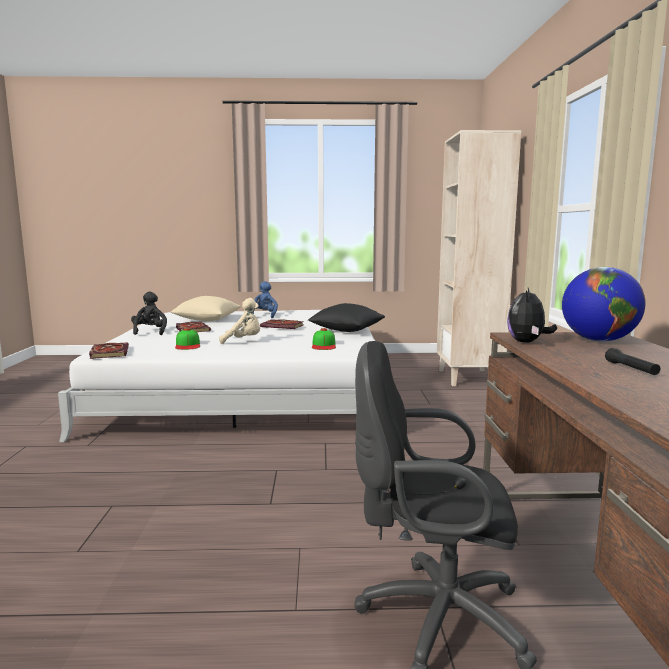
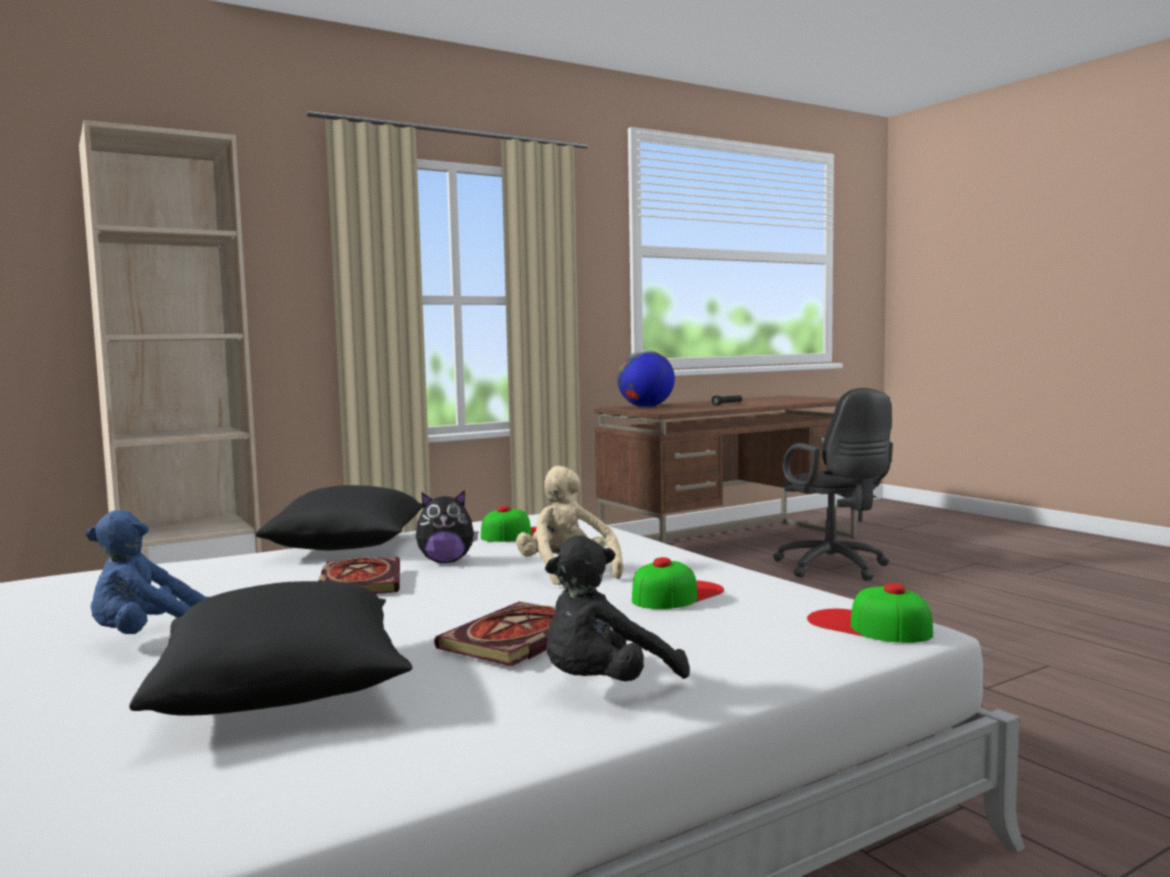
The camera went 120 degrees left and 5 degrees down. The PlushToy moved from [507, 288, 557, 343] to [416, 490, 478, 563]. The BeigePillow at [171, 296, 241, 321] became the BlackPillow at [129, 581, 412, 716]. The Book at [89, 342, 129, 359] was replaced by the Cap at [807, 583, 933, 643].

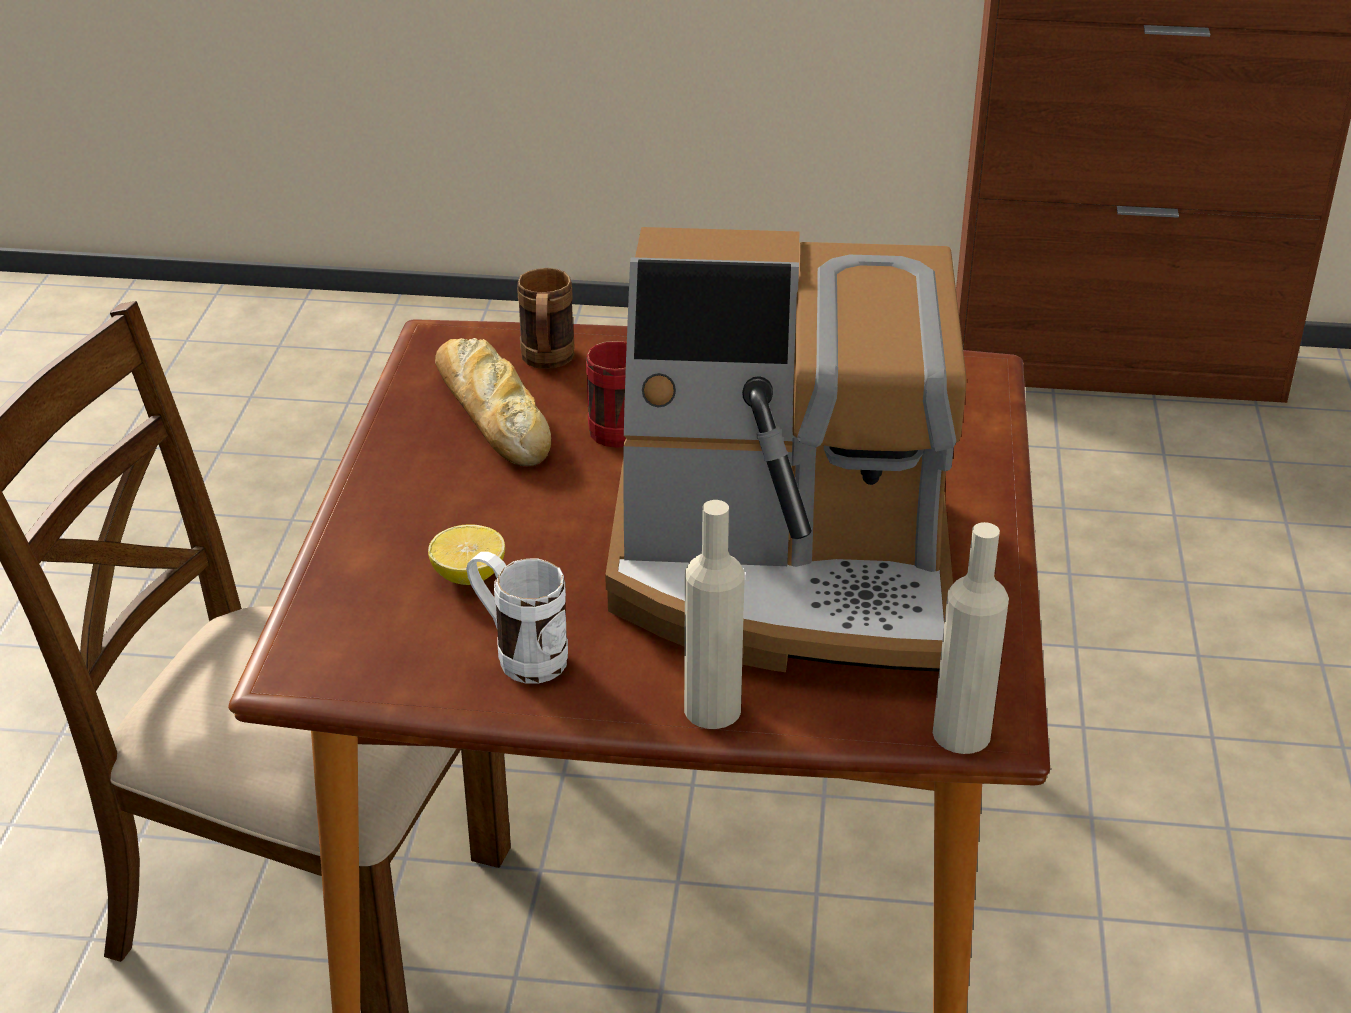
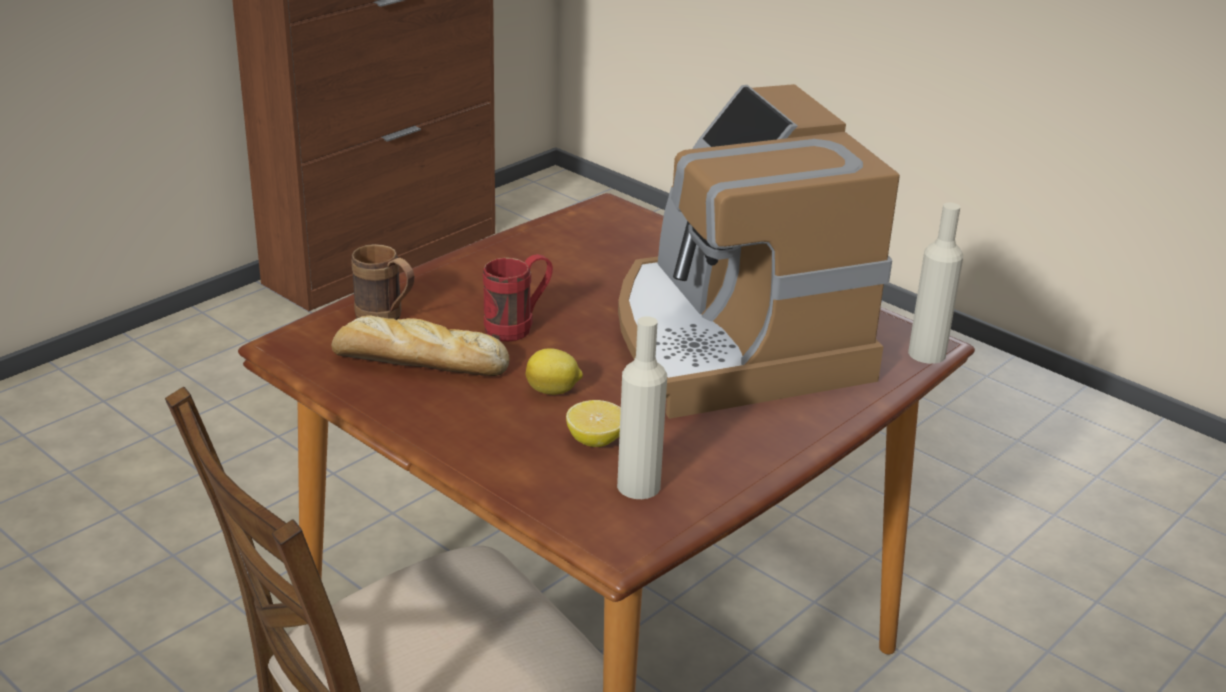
The camera went 55 degrees left and 5 degrees down. The CoffeeMachine at [605, 227, 966, 672] turned 120 degrees clockwise. The BeigeBottle moved from [684, 500, 745, 729] to [617, 316, 667, 499]. The WhiteMug at [466, 552, 568, 684] disappeared. The Lemon at [525, 348, 583, 395] appeared.

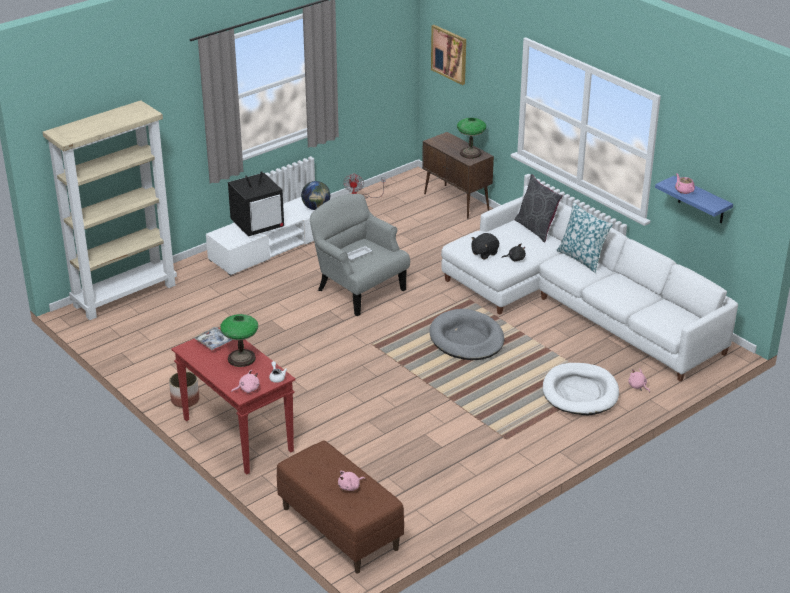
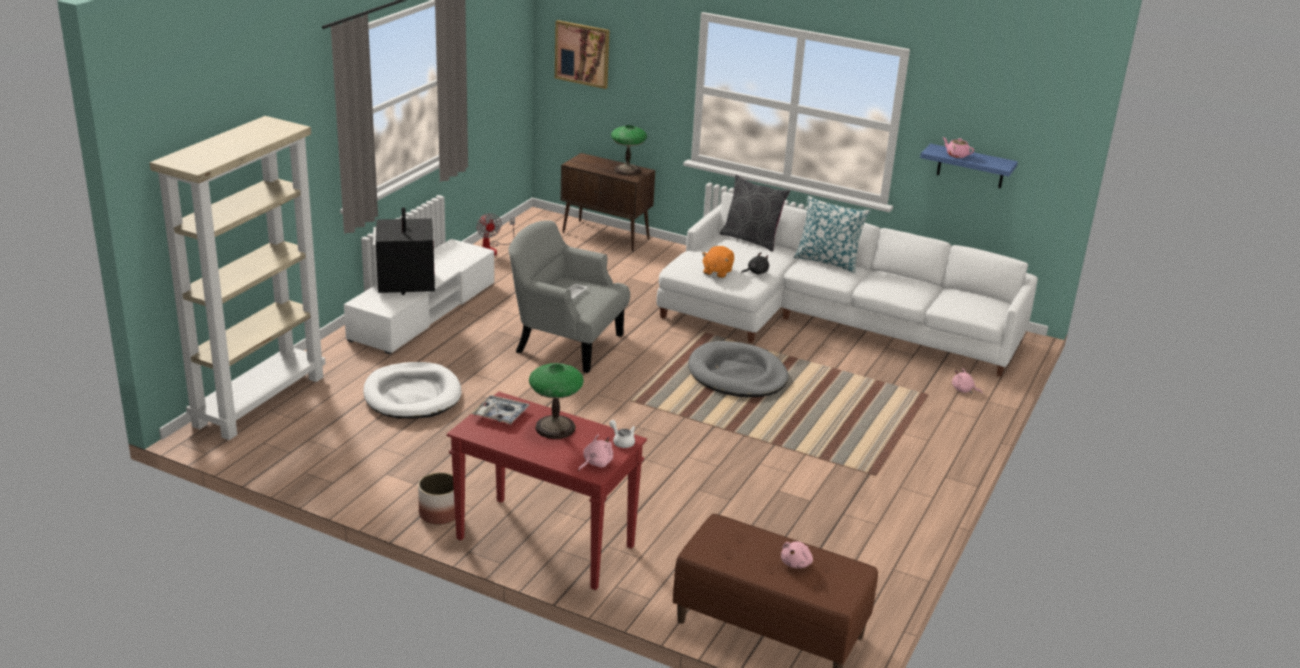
The camera went 25 degrees left and 5 degrees down. The Television at [228, 171, 284, 237] turned 135 degrees clockwise. The Globe at [301, 181, 330, 210] disappeared. The BlackPlushToy at [471, 233, 499, 259] became the OrangePlushToy at [702, 246, 734, 278]. The WhiteDogBed moved from [543, 363, 619, 415] to [363, 362, 461, 418].

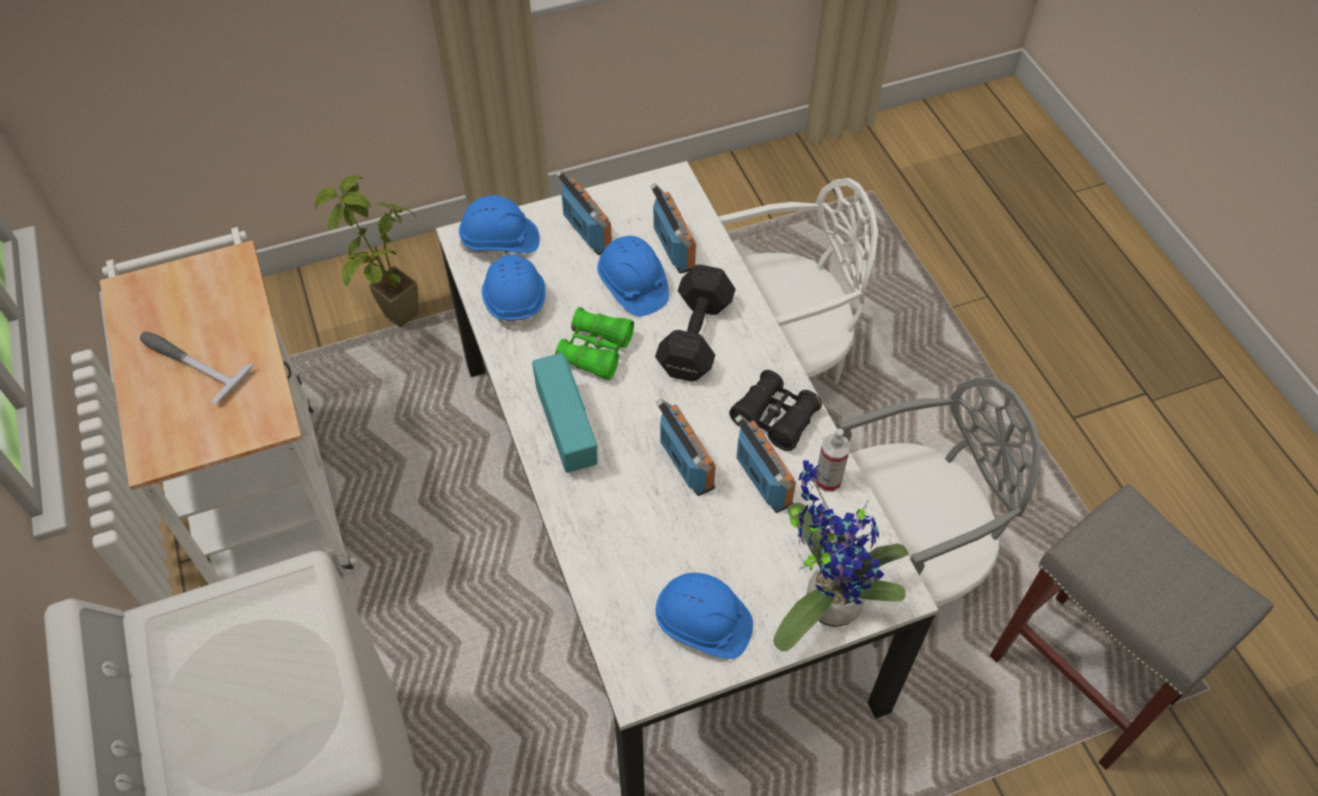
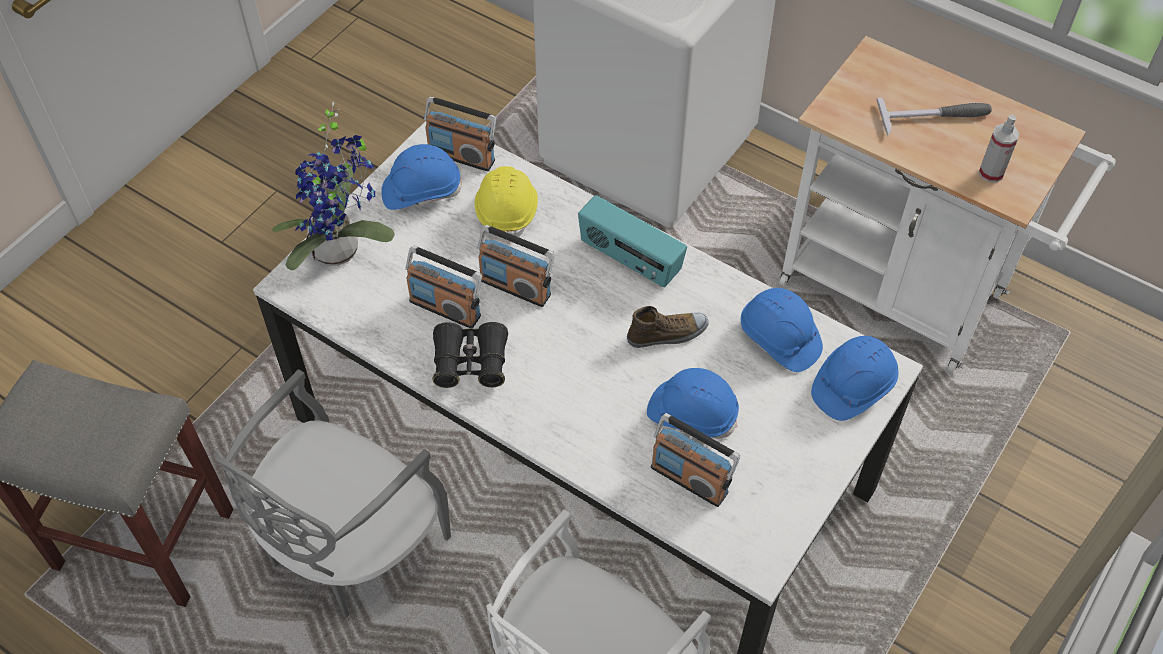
The camera went 145 degrees right and 0 degrees up. The Radio moved from [556, 170, 612, 255] to [424, 97, 496, 171]. The PottedPlant at [315, 175, 418, 327] disappeared. The BlackDumbbell at [655, 265, 736, 382] disappeared. The GreenBinoculars at [555, 307, 634, 380] was replaced by the Shoe at [627, 306, 709, 348]. The SprayBottle moved from [816, 429, 851, 492] to [979, 114, 1019, 183]. The YellowHardHat at [475, 166, 538, 244] appeared.

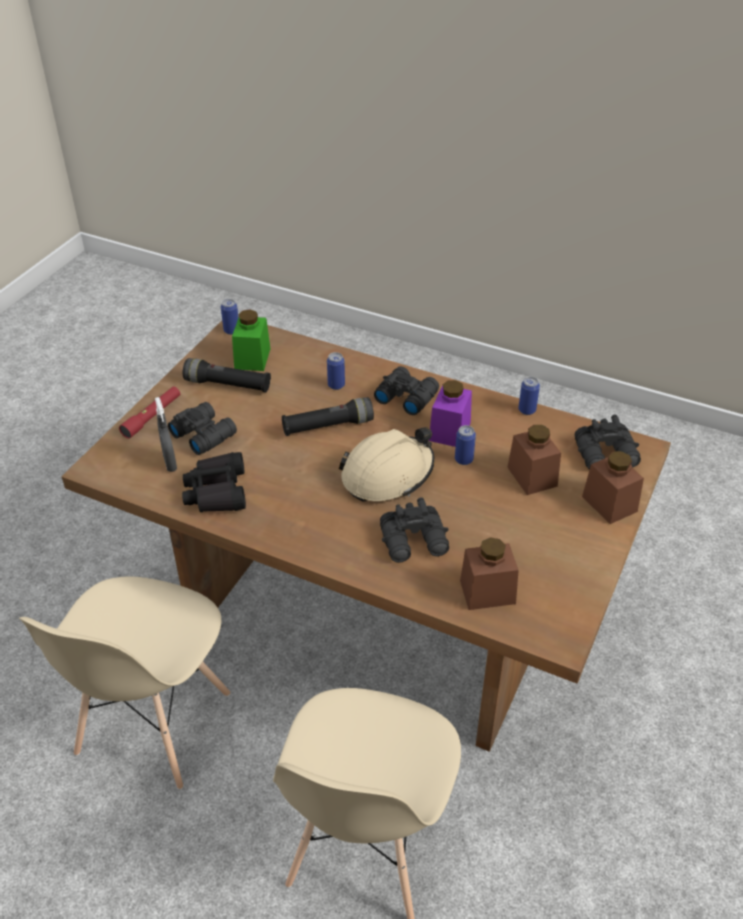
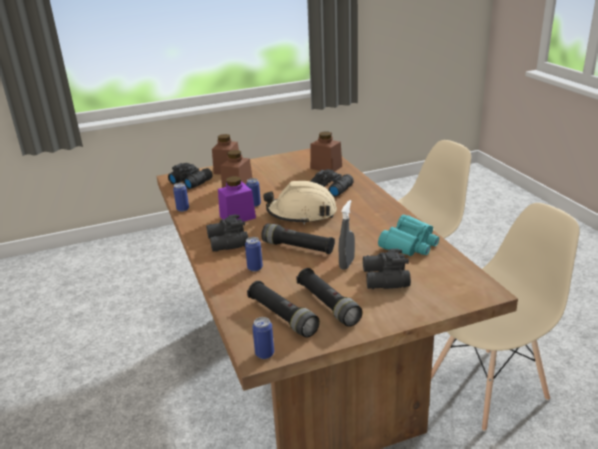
The camera went 135 degrees left and 15 degrees down. The GreenJar at [232, 310, 271, 371] was replaced by the BlackFlashlight at [247, 281, 320, 337]. The RedFlashlight at [119, 386, 180, 439] disappeared. The GreySprayBottle moved from [155, 397, 177, 472] to [339, 200, 355, 270]. The BlackBinoculars at [182, 452, 246, 512] became the TurquoiseBinoculars at [378, 215, 439, 256].

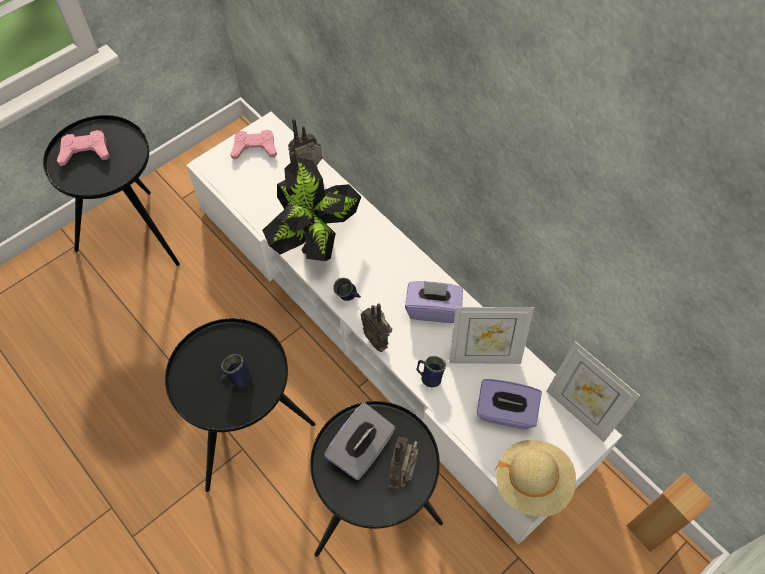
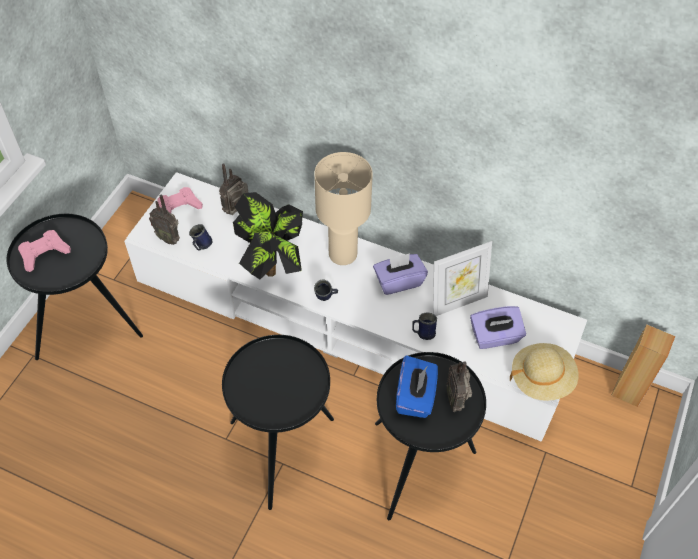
The camera went 25 degrees left and 5 degrees down. The Radio moved from [361, 303, 392, 352] to [149, 194, 180, 245]. The PictureFrame at [546, 341, 640, 442] disappeared. The BlueMug moved from [220, 354, 252, 389] to [189, 224, 213, 250]. The GreyTissueBox at [324, 403, 396, 480] became the BlueTissueBox at [396, 355, 438, 418]. The BeigeTableLamp at [314, 152, 373, 265] appeared.

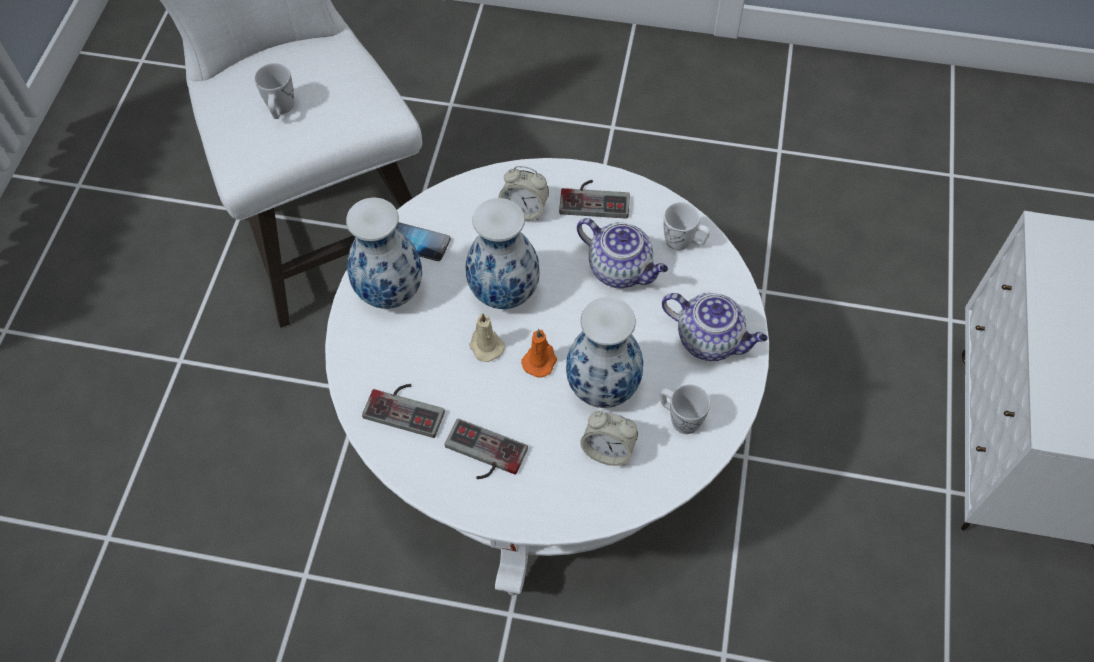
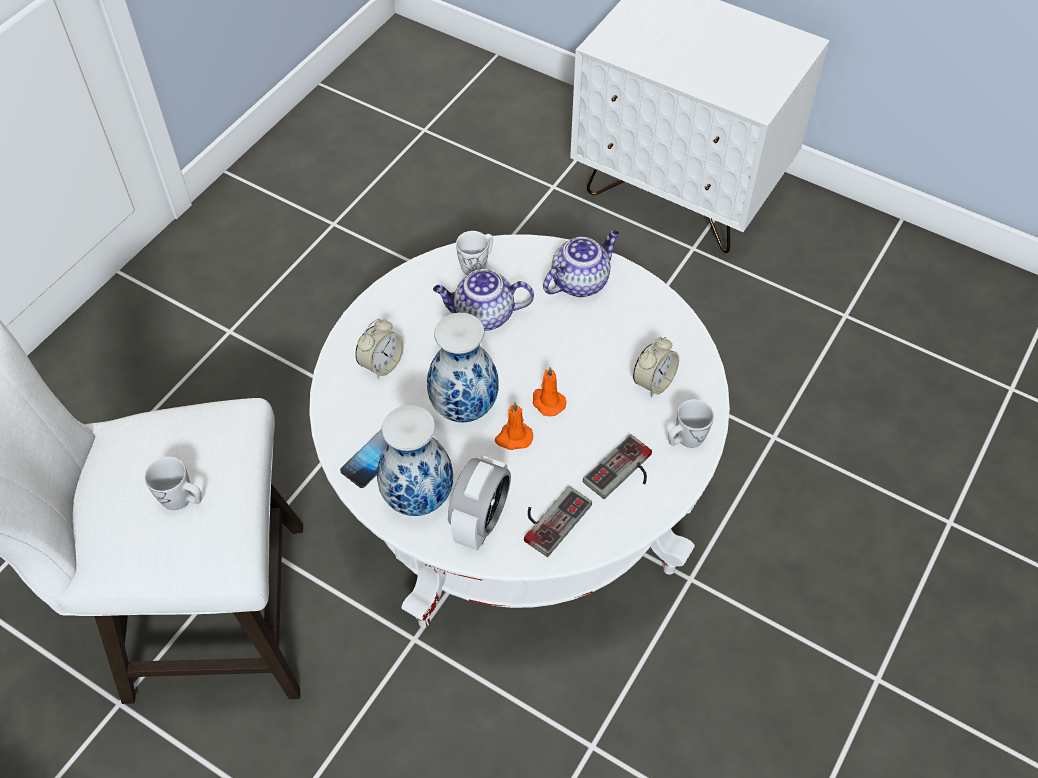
The camera went 70 degrees left and 5 degrees down. The GameController at [559, 180, 630, 219] disappeared. The Teapot at [577, 218, 668, 288] turned 150 degrees counterclockwise. The Vase at [566, 297, 643, 408] disappeared. The BeigeCandle at [469, 313, 505, 362] became the OrangeCandle at [495, 402, 533, 450]. The WhiteMug moved from [660, 384, 710, 434] to [668, 399, 714, 448]. The AlarmClock at [448, 455, 511, 551] appeared.

